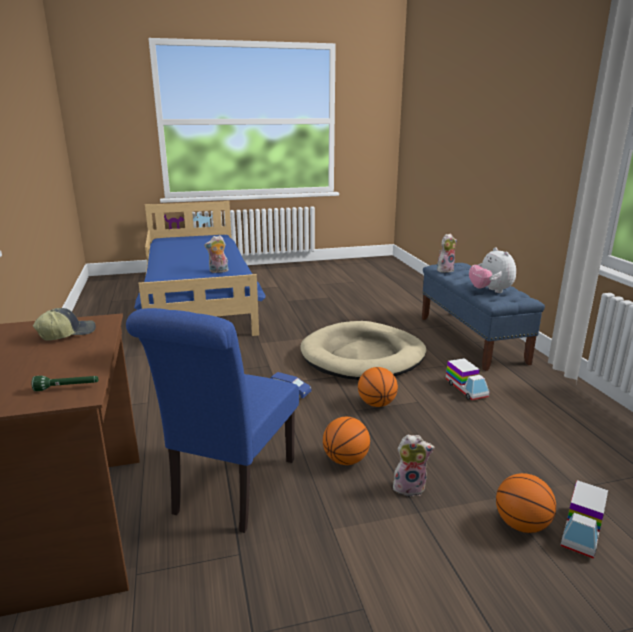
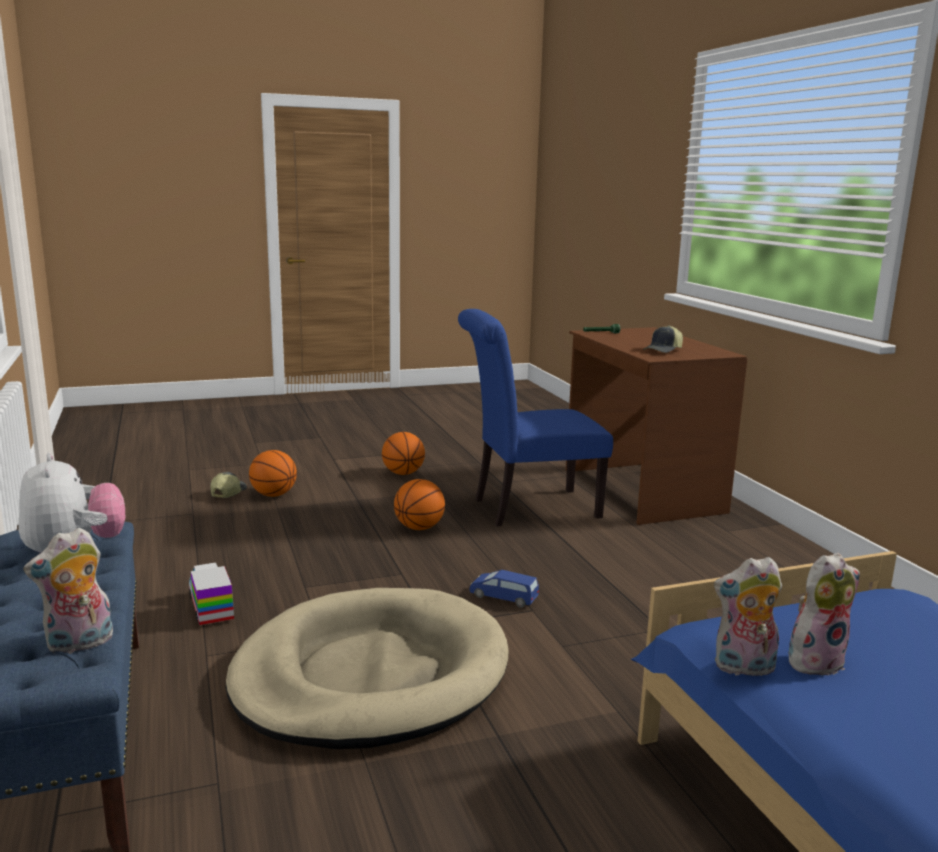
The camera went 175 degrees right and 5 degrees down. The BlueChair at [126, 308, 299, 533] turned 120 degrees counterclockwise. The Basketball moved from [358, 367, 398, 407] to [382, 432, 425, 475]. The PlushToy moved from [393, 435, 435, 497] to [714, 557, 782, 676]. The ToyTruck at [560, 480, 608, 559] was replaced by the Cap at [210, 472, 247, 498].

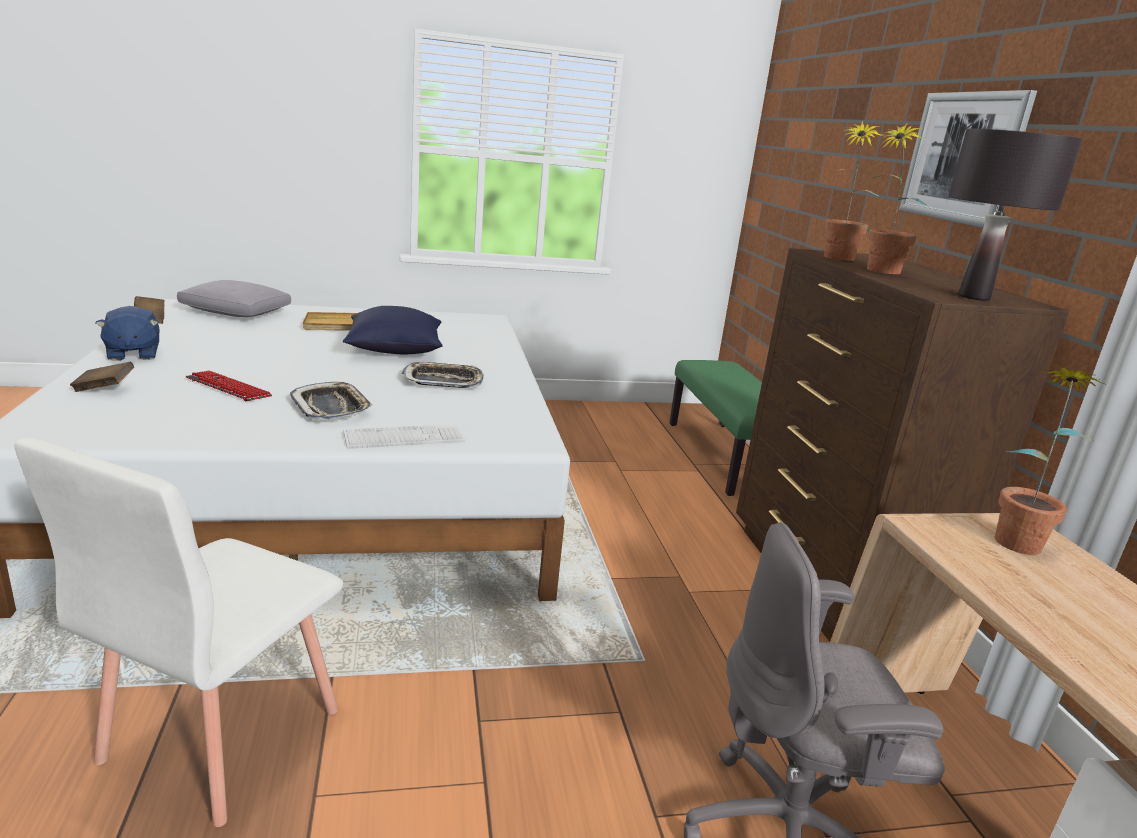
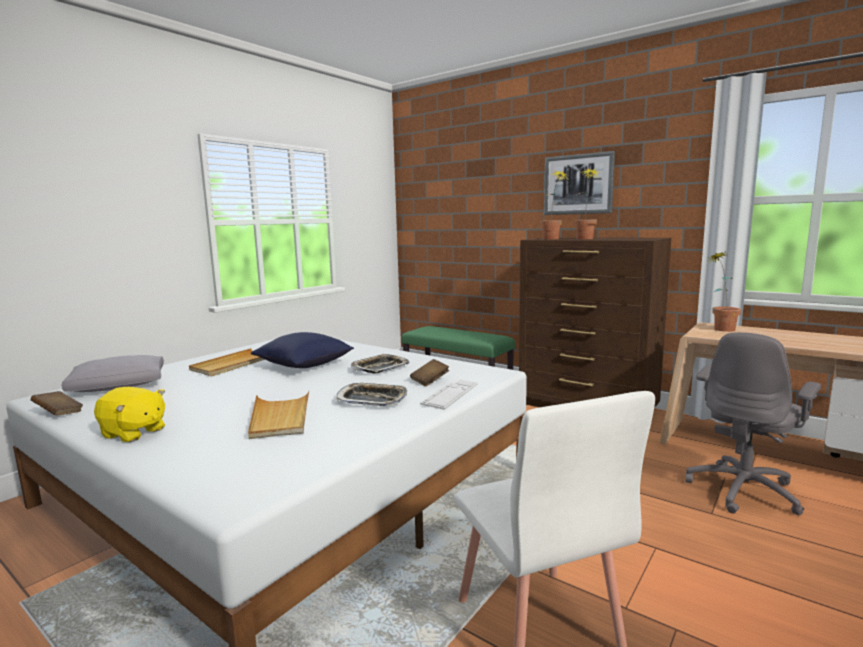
The camera went 40 degrees left and 10 degrees down. The BlackTableLamp at [948, 128, 1083, 301] disappeared. The BluePlushToy at [95, 306, 159, 361] became the YellowPlushToy at [94, 387, 165, 442]. The BrownBook moved from [70, 362, 134, 392] to [410, 359, 449, 386]. The Keyboard at [185, 370, 272, 402] was replaced by the BeigeTray at [248, 391, 309, 439].

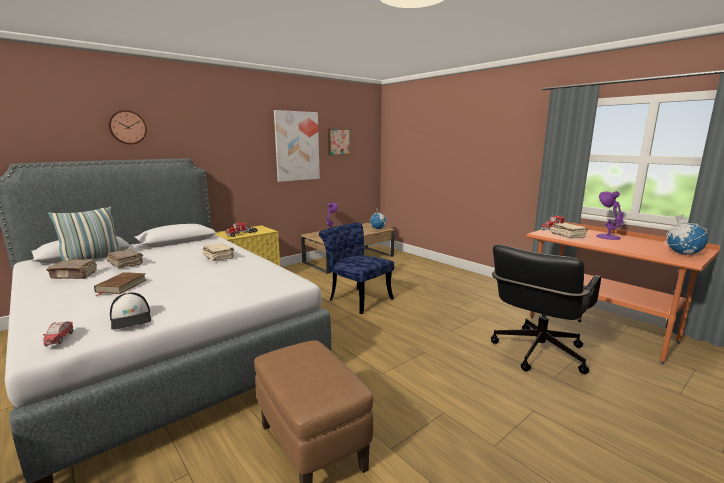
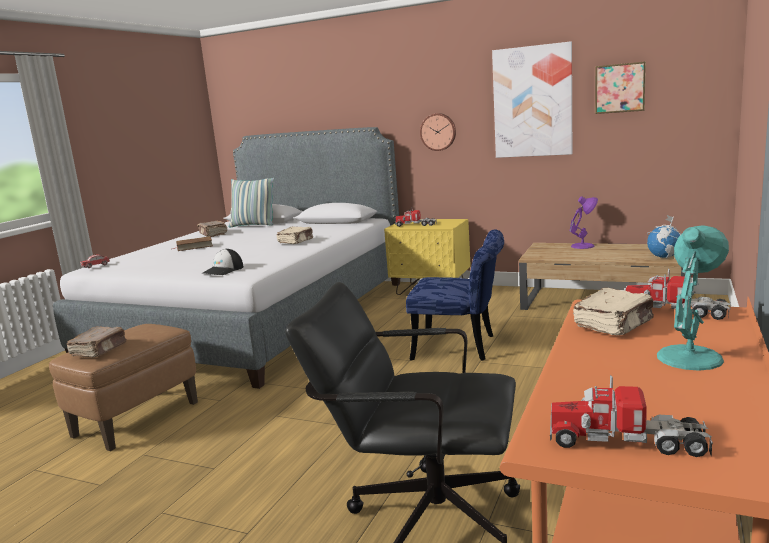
The camera went 65 degrees right and 0 degrees up. The WallClock moved from [108, 110, 147, 144] to [420, 113, 456, 151]. The PurpleTableLamp at [596, 191, 623, 240] became the TurquoiseTableLamp at [657, 225, 729, 371]. The Globe at [665, 214, 708, 255] was replaced by the ToyTruck at [550, 375, 713, 457]. The BlueChair at [319, 223, 394, 314] turned 90 degrees clockwise. The BrownBook moved from [107, 249, 143, 268] to [67, 326, 126, 358]. The Cap moved from [110, 293, 151, 330] to [203, 249, 243, 275].

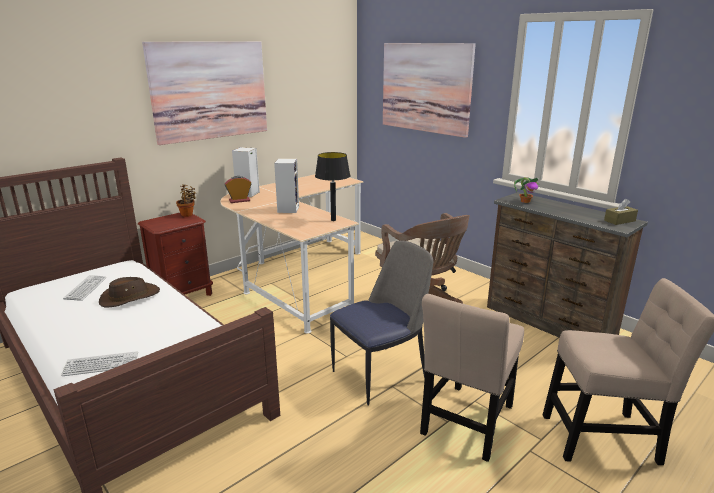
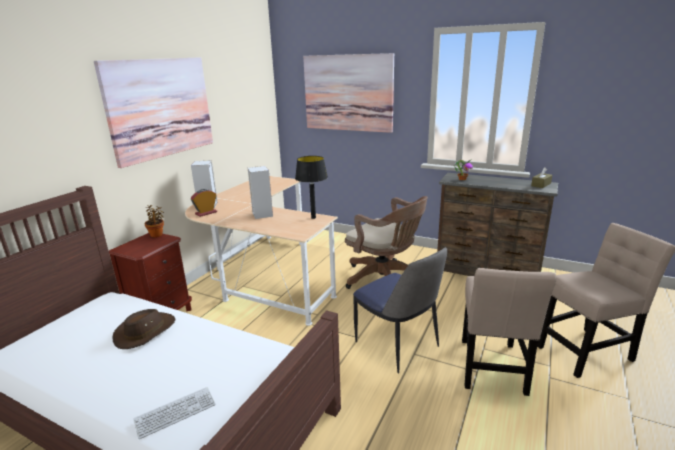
The camera went 20 degrees left and 0 degrees up. The Chair at [330, 240, 433, 406] turned 105 degrees clockwise. The Keyboard at [63, 275, 107, 301] disappeared.

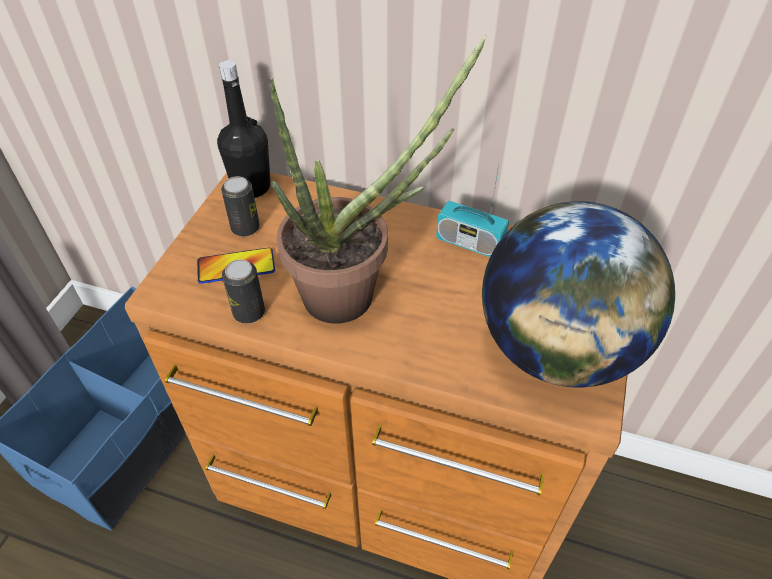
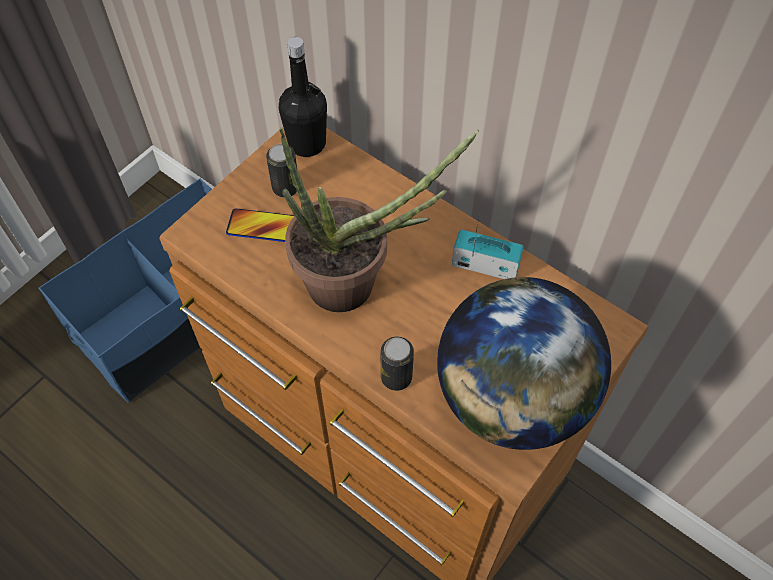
The camera went 20 degrees right and 10 degrees up. The Radio at [436, 164, 509, 257] turned 150 degrees clockwise. The Can moved from [222, 259, 265, 324] to [380, 337, 414, 391].

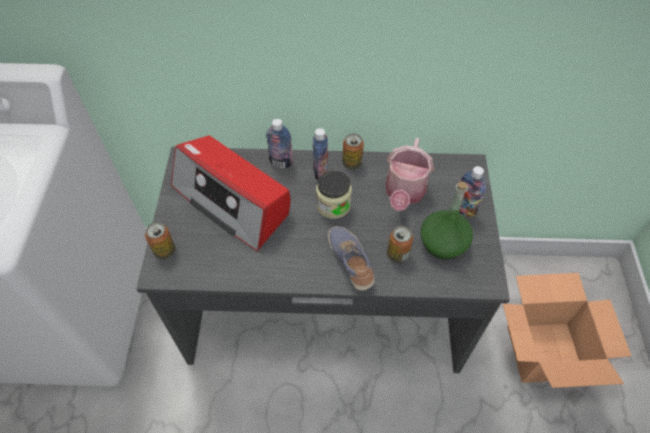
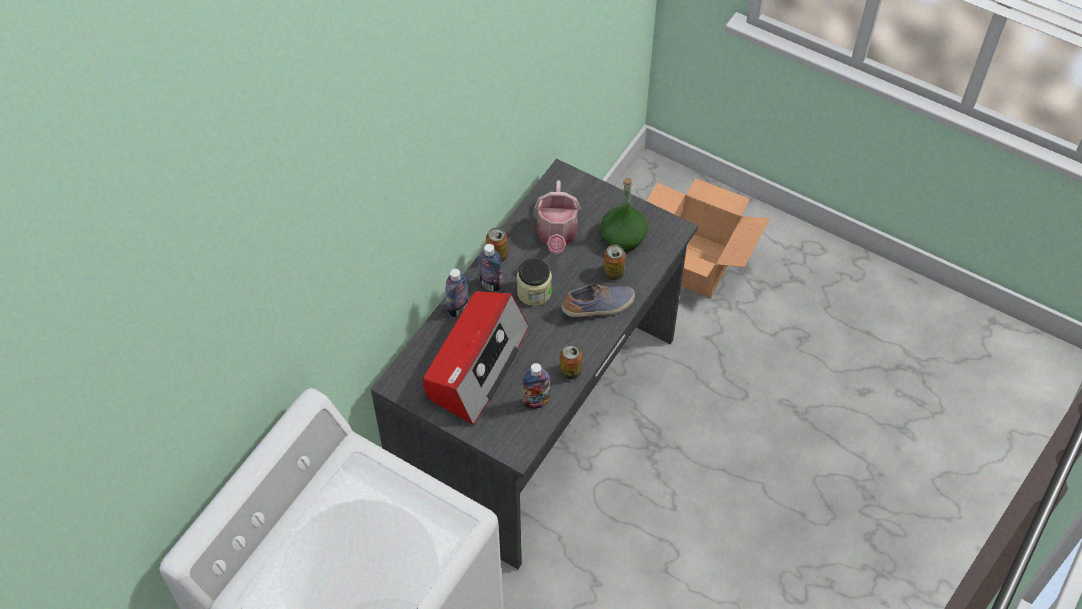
The camera went 60 degrees left and 0 degrees up. The Radio at [171, 135, 290, 251] turned 45 degrees counterclockwise. The WateringCan at [386, 138, 434, 211] turned 45 degrees clockwise. The Bottle moved from [459, 166, 486, 217] to [522, 363, 550, 409]. The Can moved from [145, 222, 176, 259] to [560, 344, 582, 380]. The Shoe at [328, 226, 375, 291] turned 150 degrees clockwise.

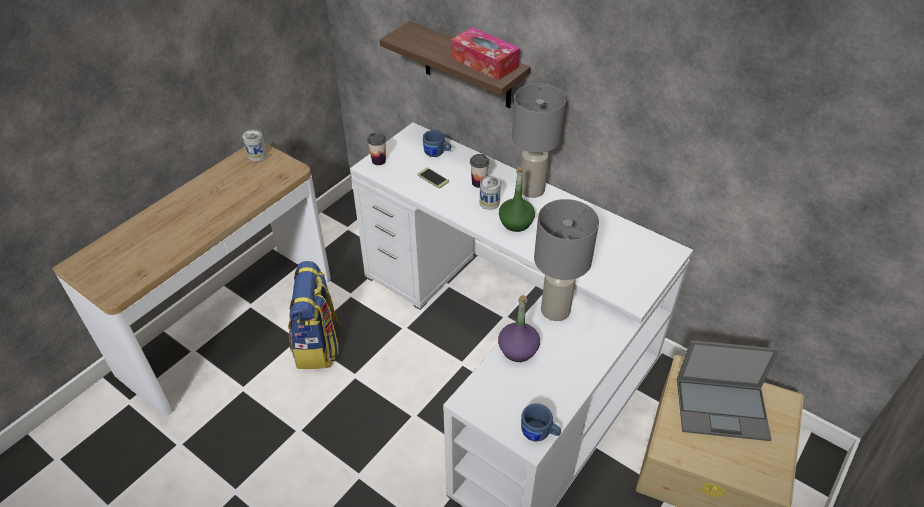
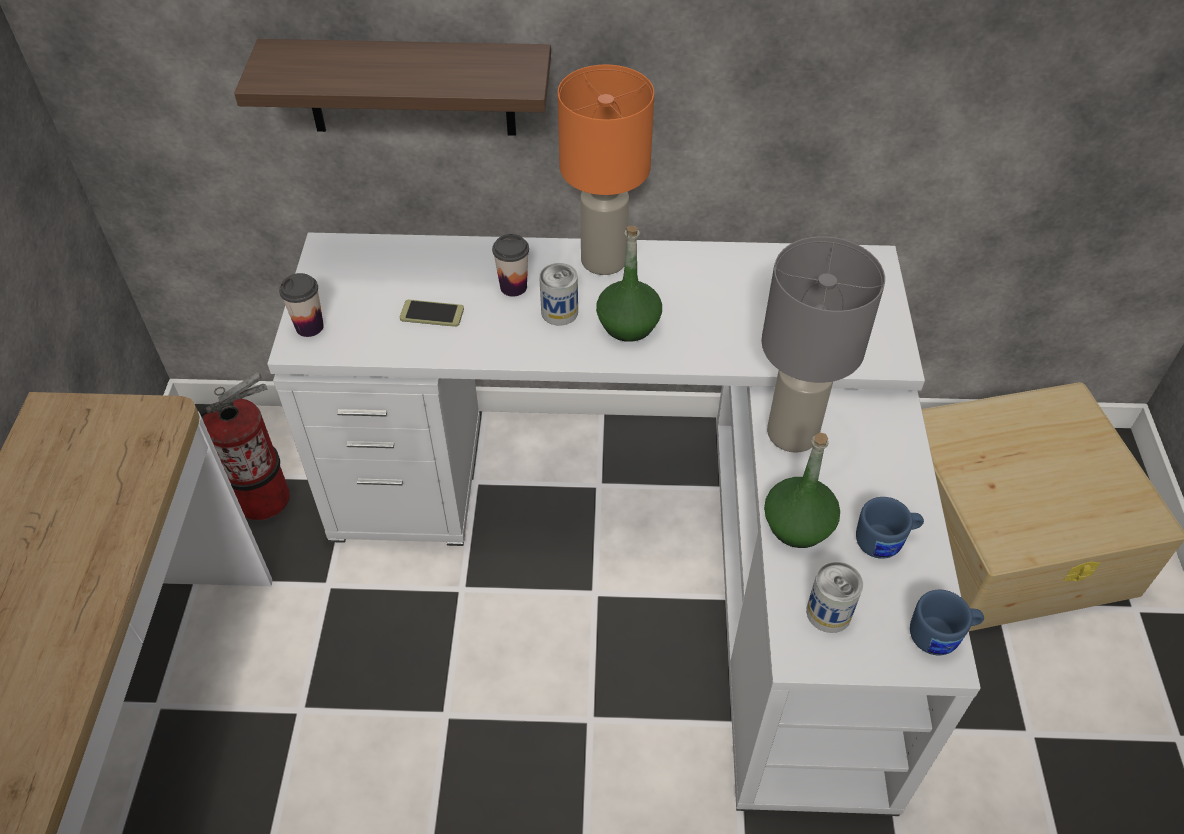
The camera went 35 degrees left and 5 degrees up. The TissueBox at [451, 27, 520, 80] disappeared. The GreyTableLamp at [512, 83, 566, 198] became the OrangeTableLamp at [558, 64, 654, 275]. The Can moved from [243, 129, 267, 161] to [806, 561, 863, 633]. The BlueMug moved from [423, 130, 451, 157] to [856, 497, 924, 559]. The Backpack at [288, 261, 341, 369] disappeared. The PurpleBottle at [498, 295, 540, 362] became the GreenBottle at [764, 432, 840, 548]. The Laptop at [677, 340, 780, 441] disappeared. The FireExtinguisher at [199, 372, 290, 521] appeared.

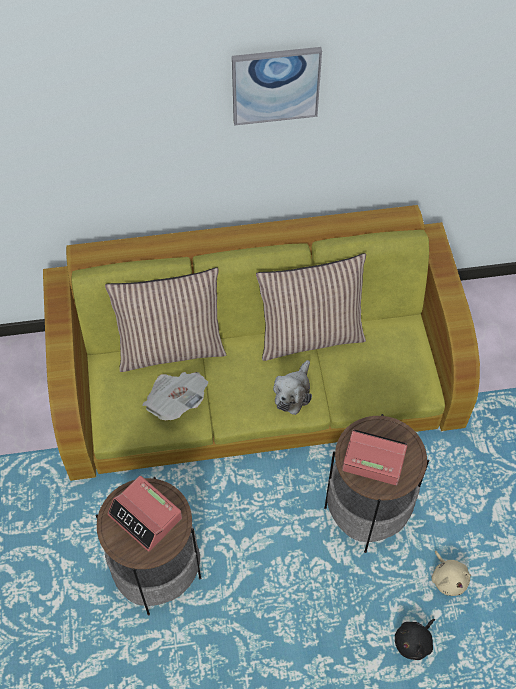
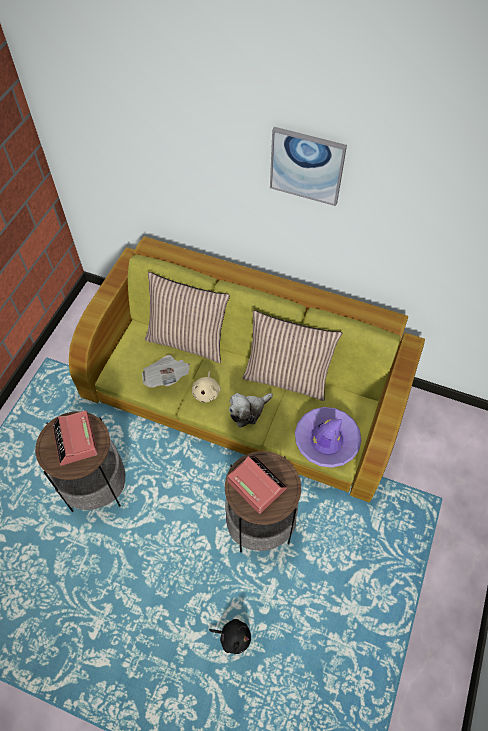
The camera went 30 degrees right and 0 degrees up. The BeigePlushToy moved from [431, 551, 471, 596] to [192, 371, 221, 402]. The BlackPlushToy at [395, 619, 435, 660] turned 150 degrees counterclockwise. The PurpleHat at [295, 407, 361, 468] appeared.

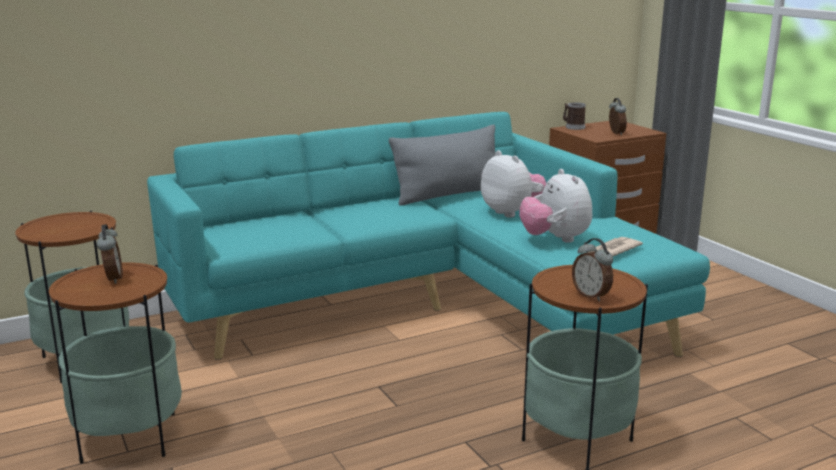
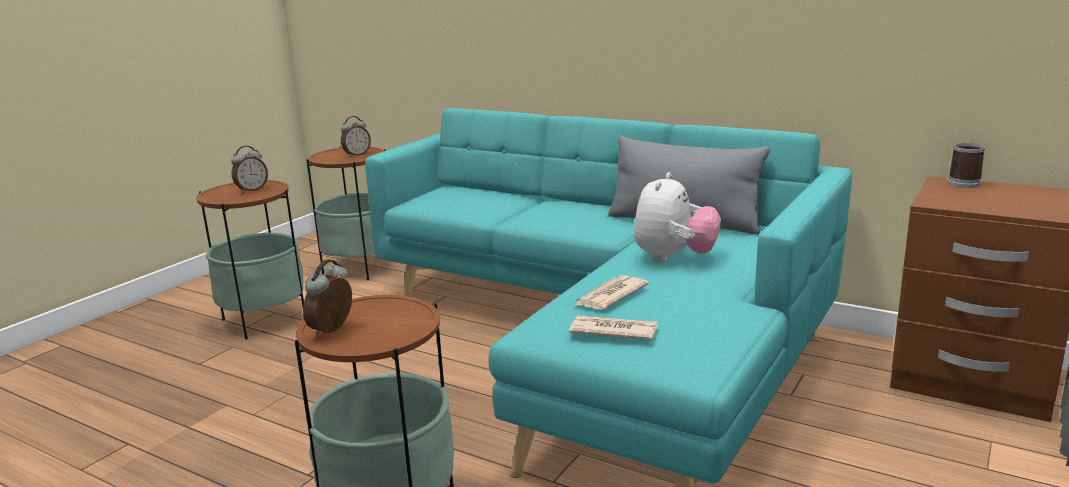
The camera went 60 degrees right and 0 degrees up. The AlarmClock moved from [609, 98, 627, 135] to [341, 116, 371, 157]. The PlushToy at [519, 169, 592, 243] was replaced by the Newspaper at [575, 275, 649, 310].

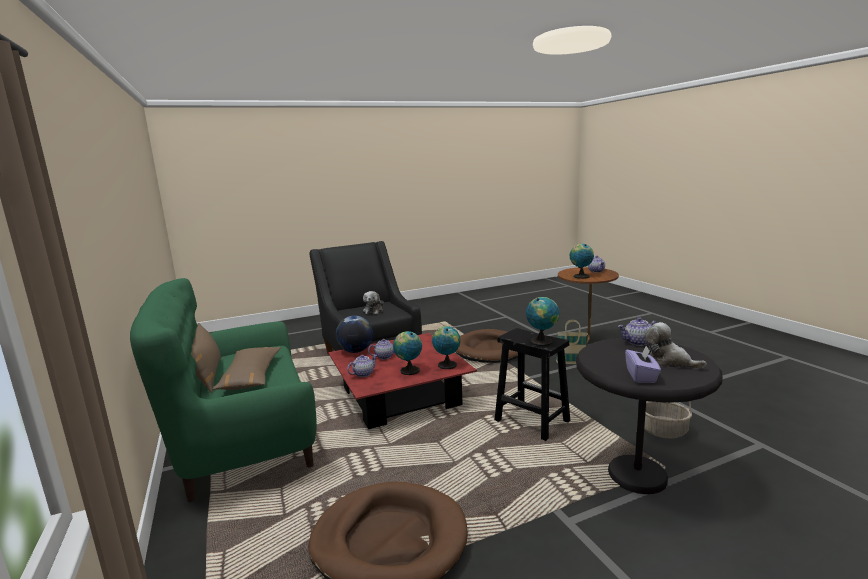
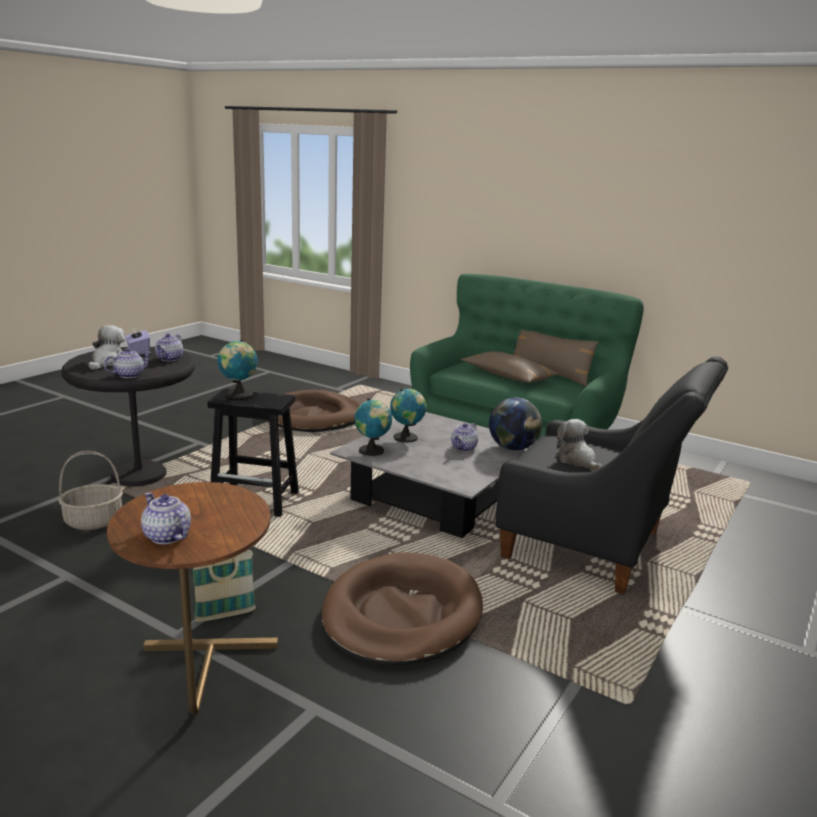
The camera went 145 degrees right and 5 degrees up. The Globe at [570, 244, 594, 279] disappeared. The PlushToy at [645, 322, 707, 369] turned 90 degrees counterclockwise. The RedCoffeeTable at [328, 333, 477, 429] became the GreyCoffeeTable at [330, 412, 536, 538]. The Teapot moved from [347, 355, 378, 377] to [155, 333, 183, 361].

